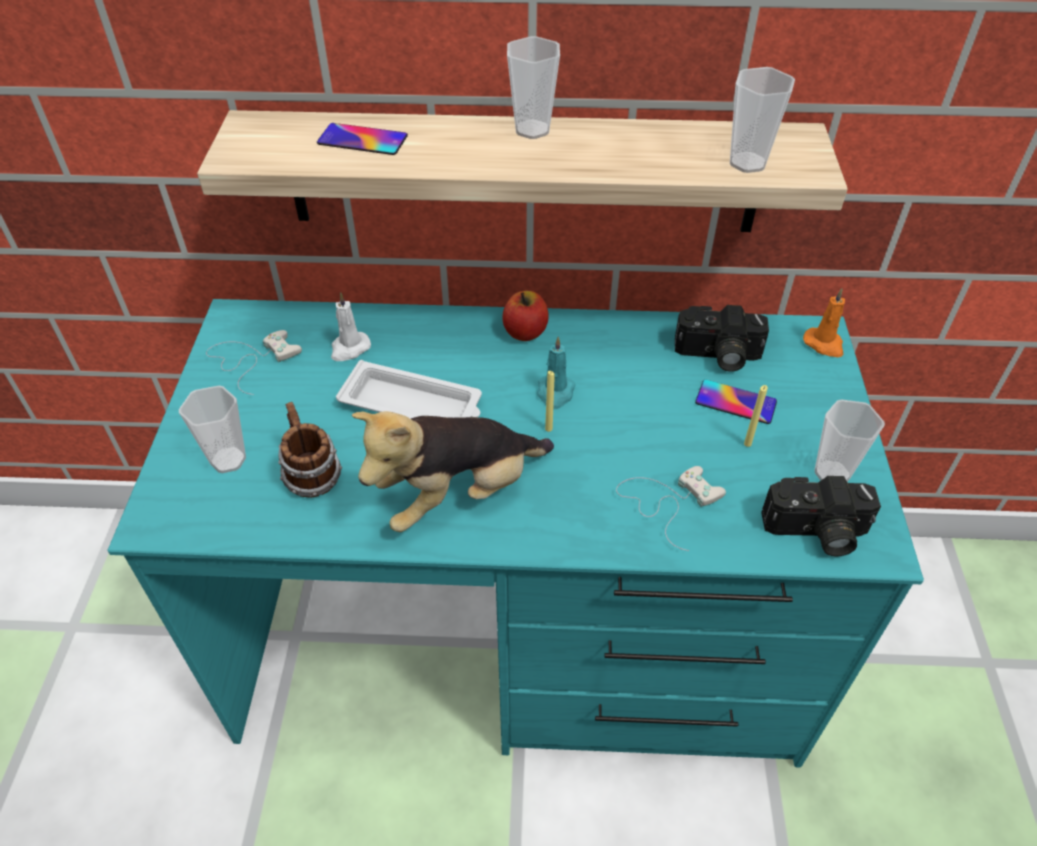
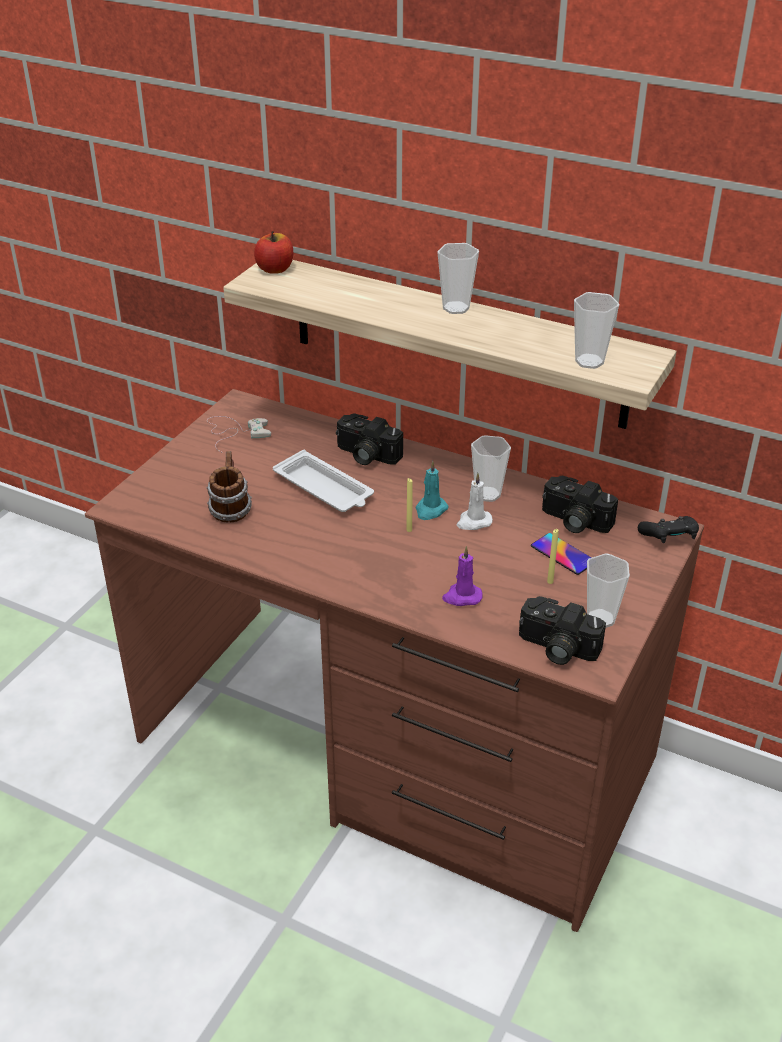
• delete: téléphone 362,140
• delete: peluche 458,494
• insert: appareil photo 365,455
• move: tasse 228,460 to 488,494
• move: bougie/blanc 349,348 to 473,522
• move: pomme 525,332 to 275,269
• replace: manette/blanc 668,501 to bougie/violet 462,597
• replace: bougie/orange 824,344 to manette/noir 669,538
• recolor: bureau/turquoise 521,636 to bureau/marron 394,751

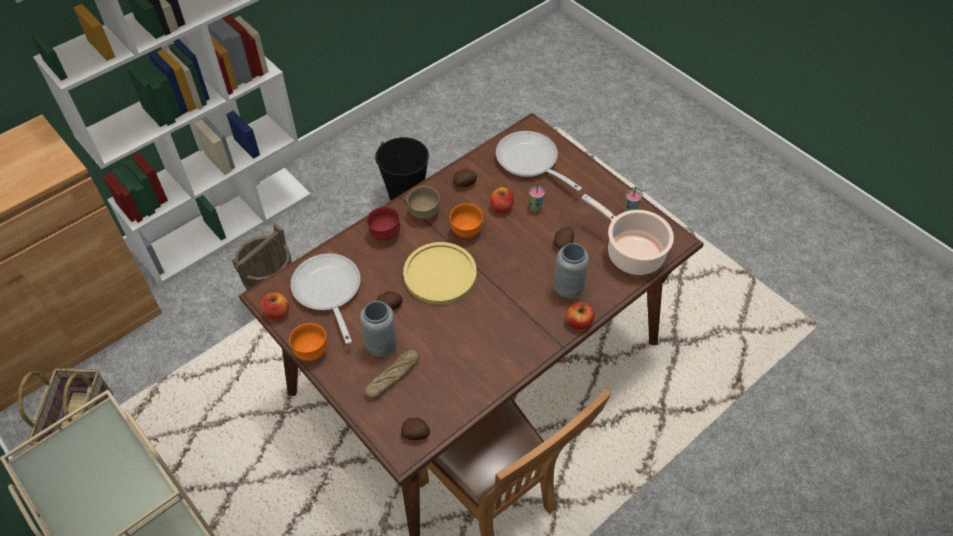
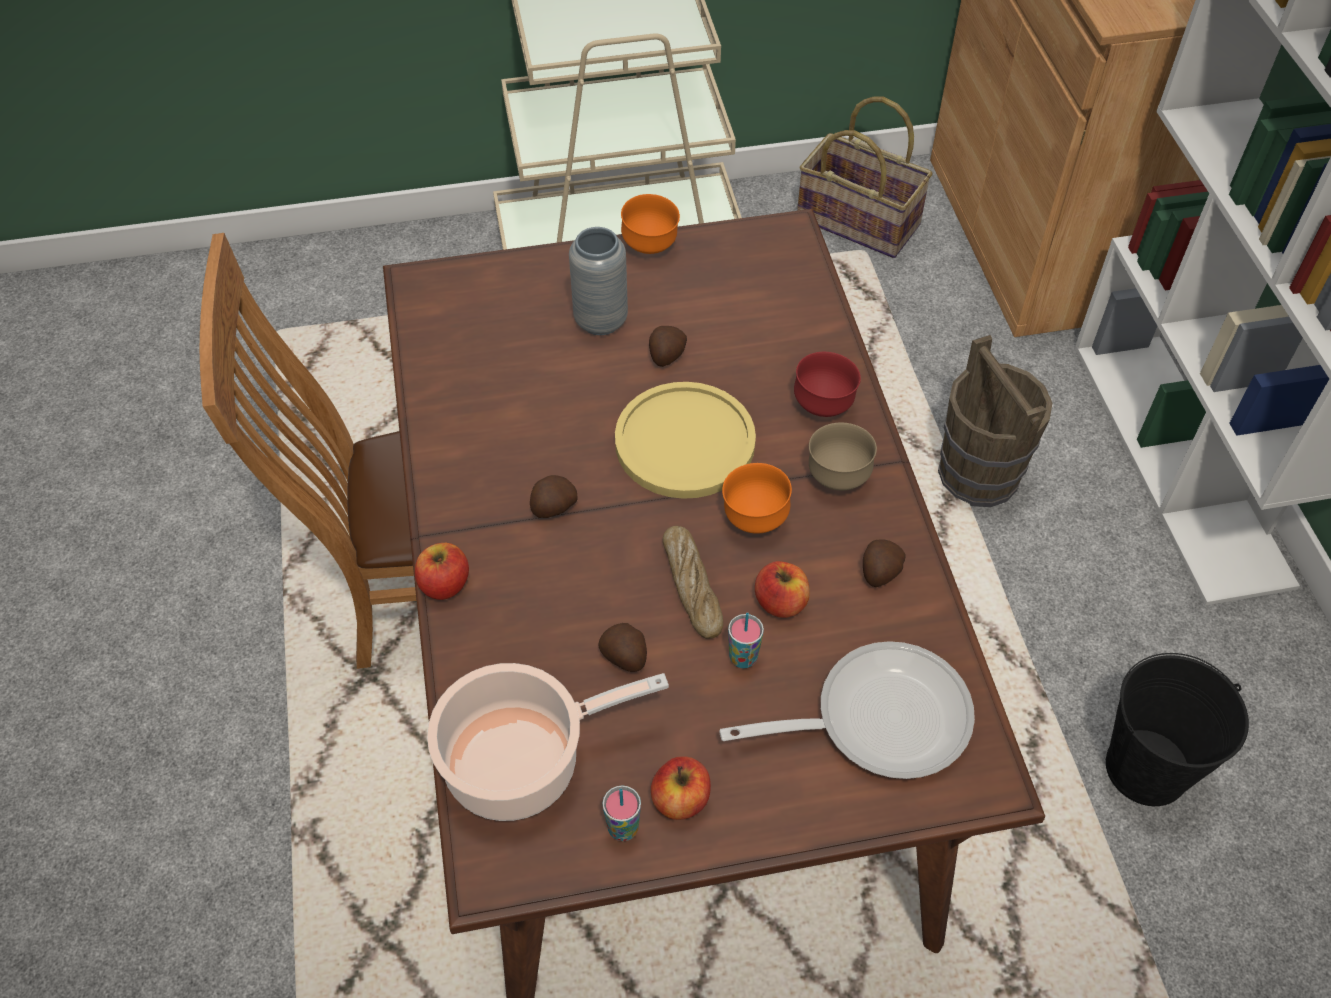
• delete: poêle 328,292
• delete: vase/gris 568,289
• move: pomme 277,312 to 681,800
• move: pain 393,377 to 692,587
• move: pomme de terre 416,434 to 553,507

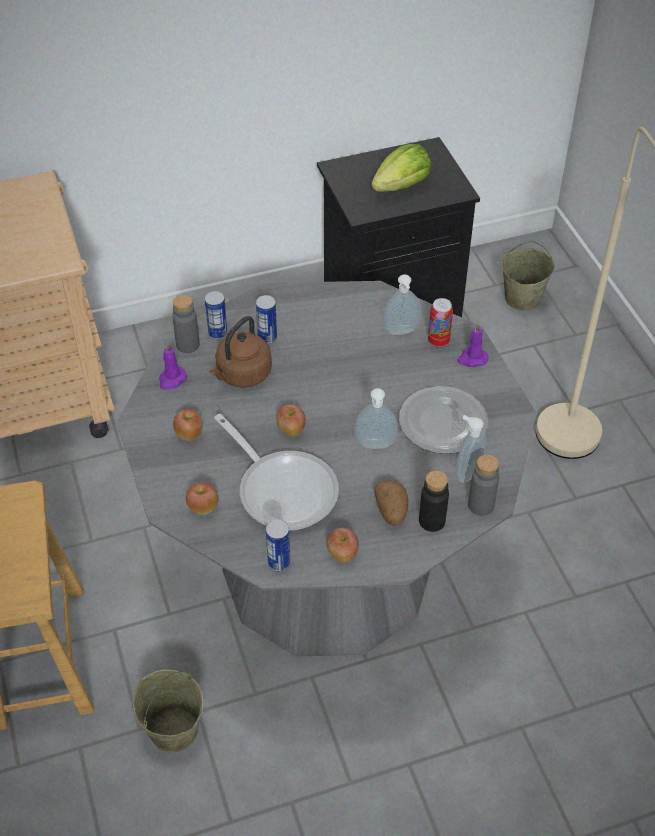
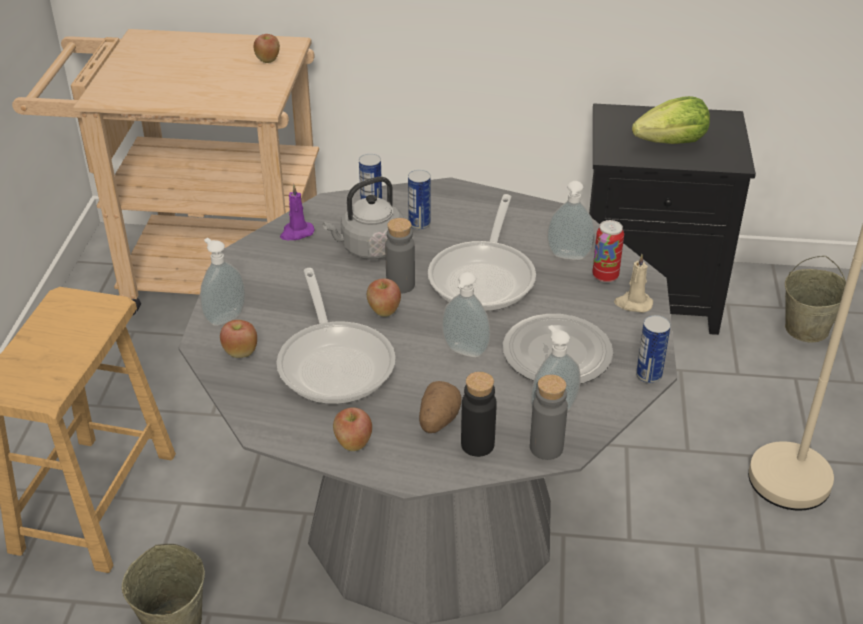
• insert: distributeur de savon 224,317
• insert: poêle 485,276
• move: bouteille/gris 188,345 to 400,285
• move: pomme 189,434 to 268,60
• move: boîte métallique 279,563 to 648,375
• recolor: bouilloire/marron 242,375 to bouilloire/gris 369,248
• recolor: bougie/violet 472,359 to bougie/beige 633,304

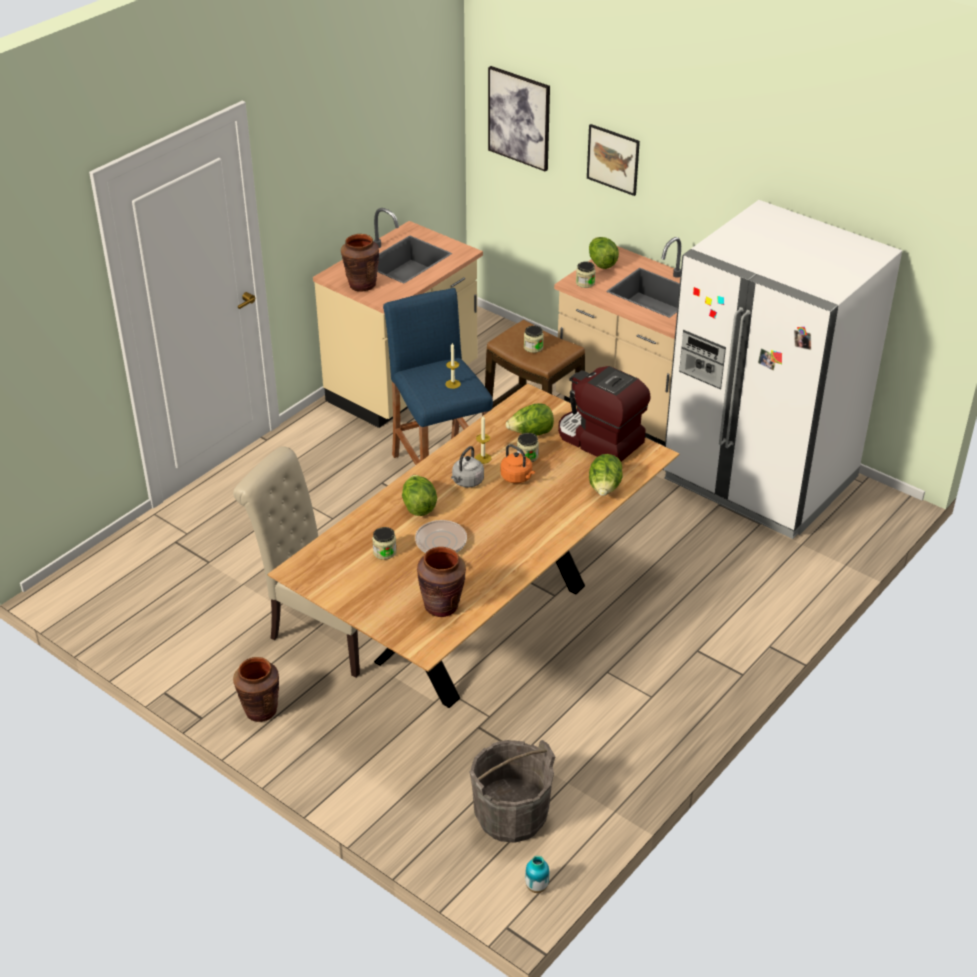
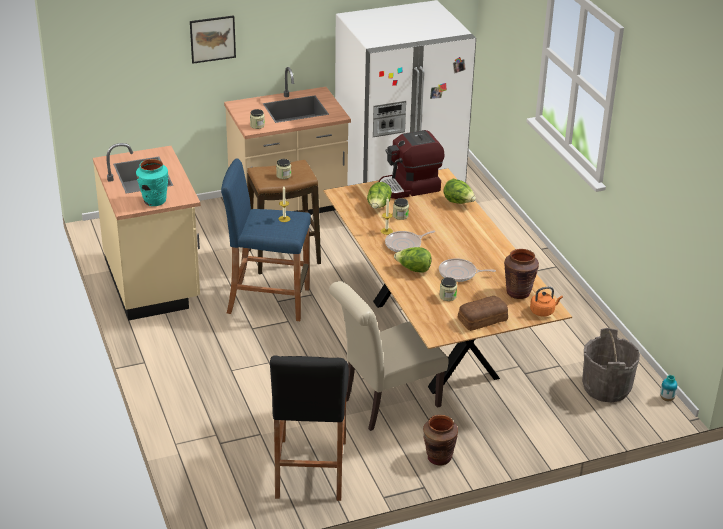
• delete: tableau 519,118
• delete: laitue 601,263
• insert: tabouret/noir 310,469
• insert: pain 481,319
• move: bouilloire/orange 517,478 to 543,311
• replace: bouilloire/gris 467,482 to poêle 405,244
• recolor: vase/marron 362,285 to vase/turquoise 154,201

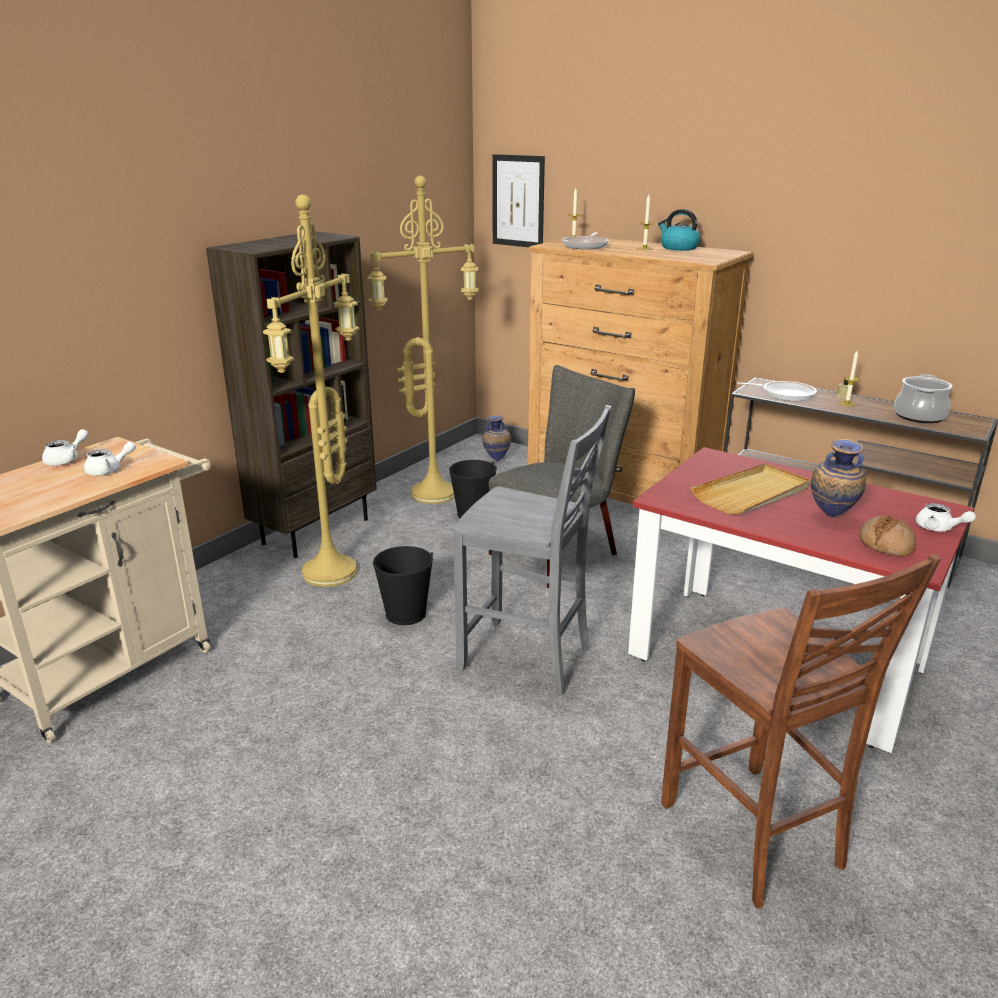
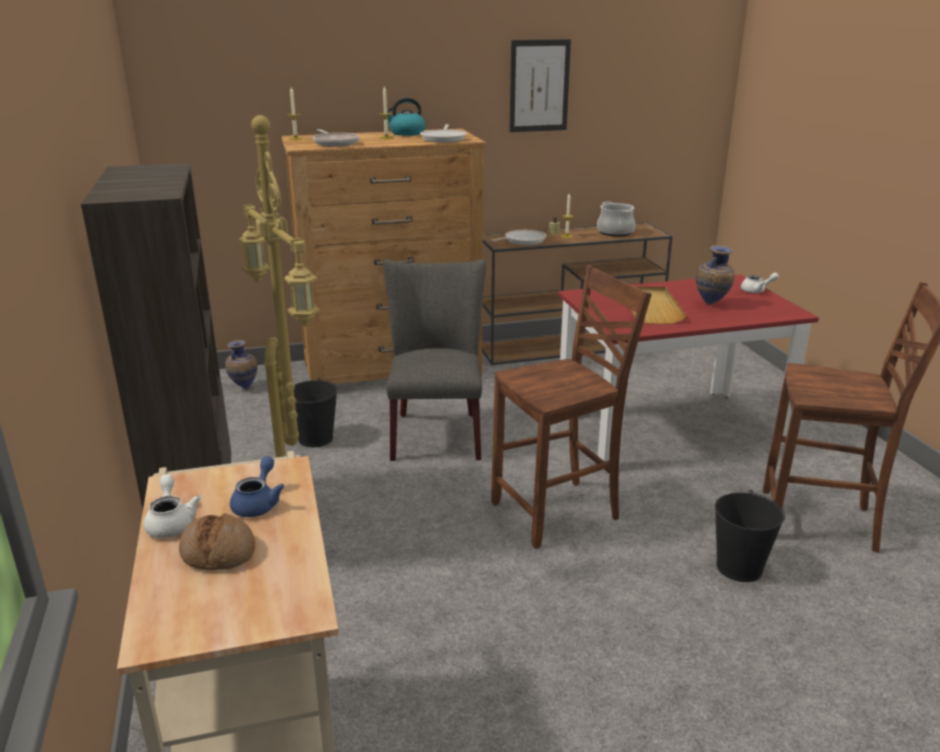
• delete: lampadaire/jaune 434,492
• insert: poêle 444,138
• move: seau/noir 405,613 to 738,567
• move: tableau 518,201 to 539,86
• move: pain 886,544 to 218,552
• recolor: théière/blanc 109,470 to théière/bleu 258,503
• recolor: chaise/gris 527,659 to chaise/marron 559,512

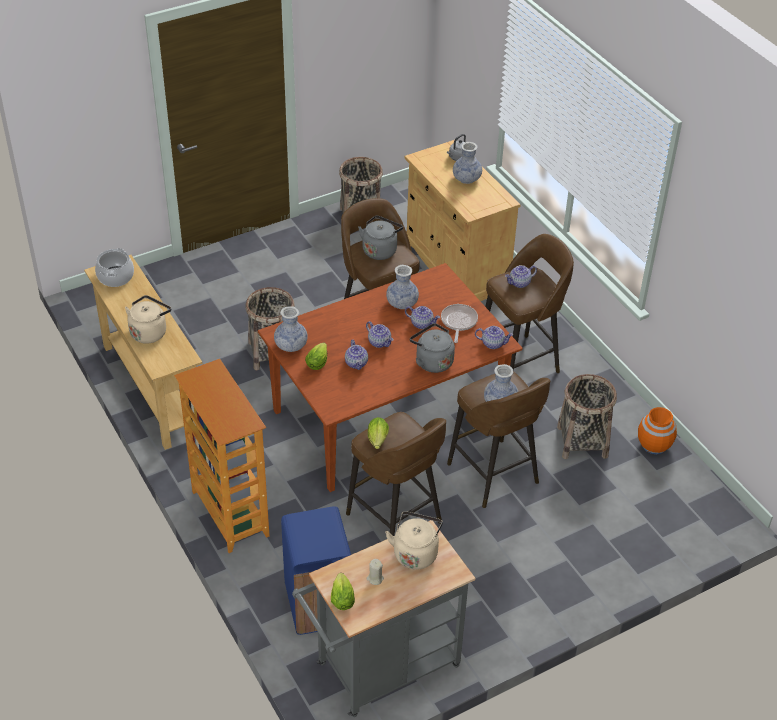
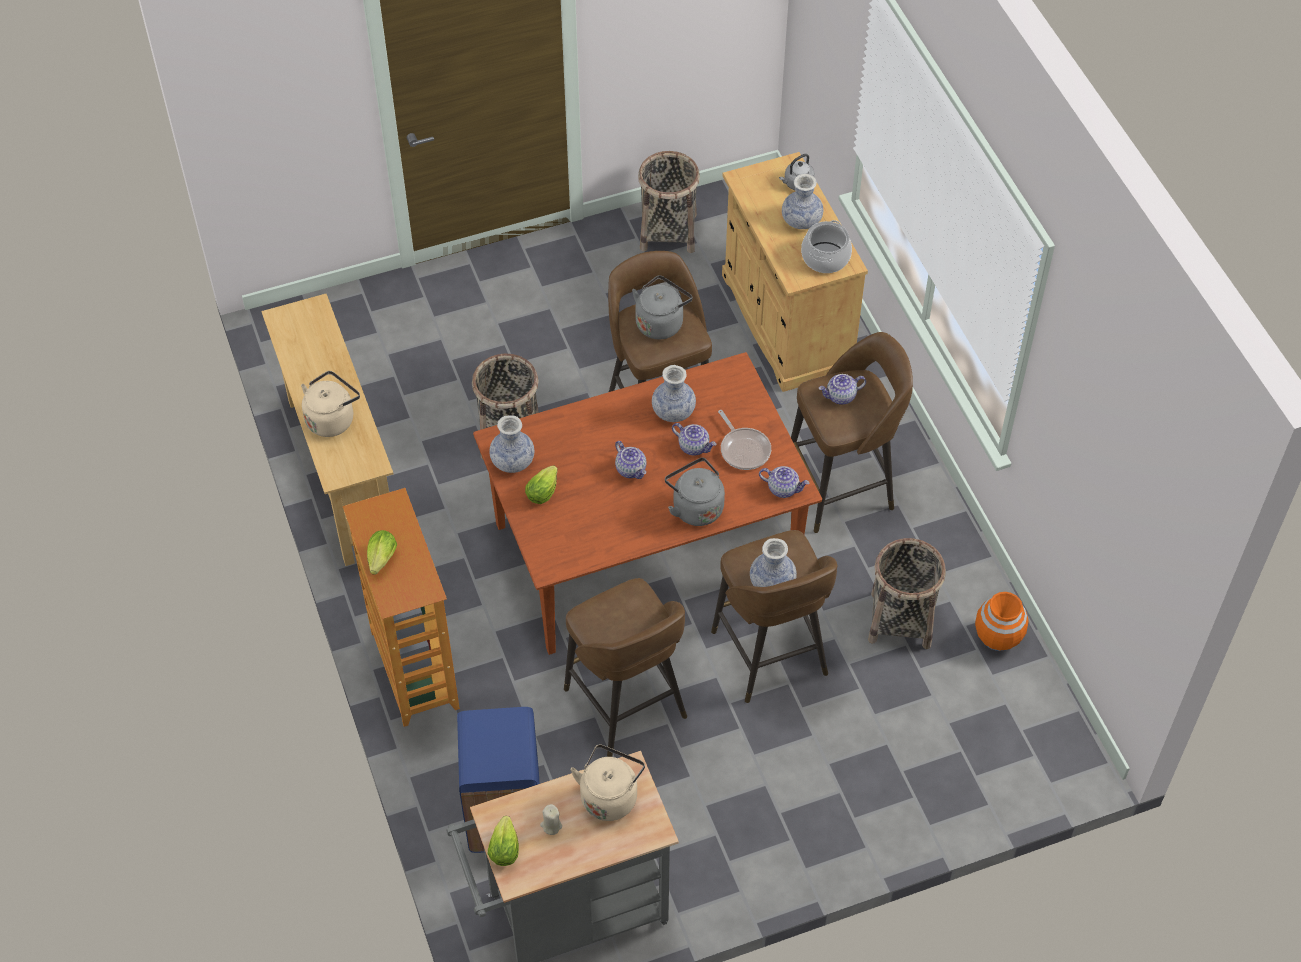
• delete: théière 356,363
• move: marmite 116,277 to 826,258
• move: laitue 377,441 to 381,561
• rotate: poêle 458,322 = 744,449 135 degrees clockwise

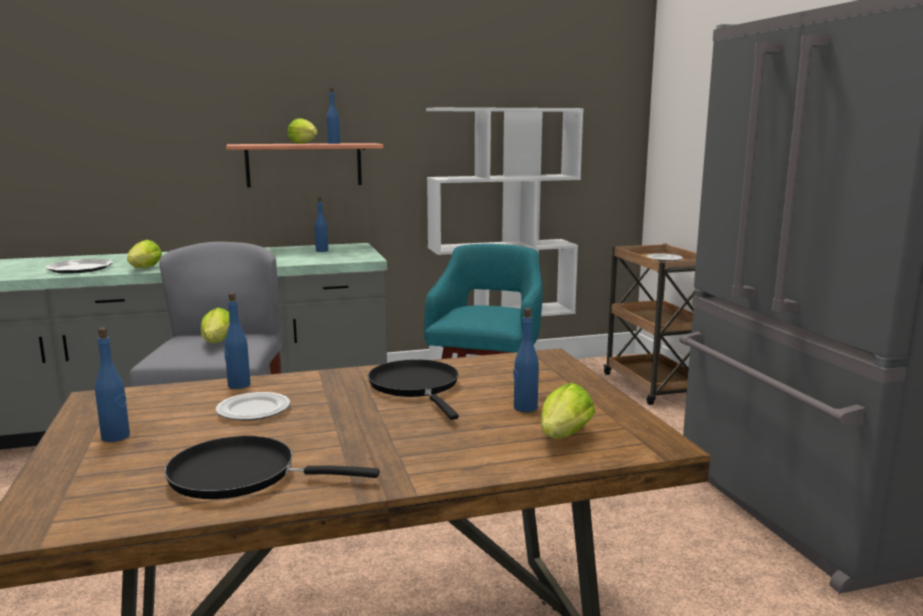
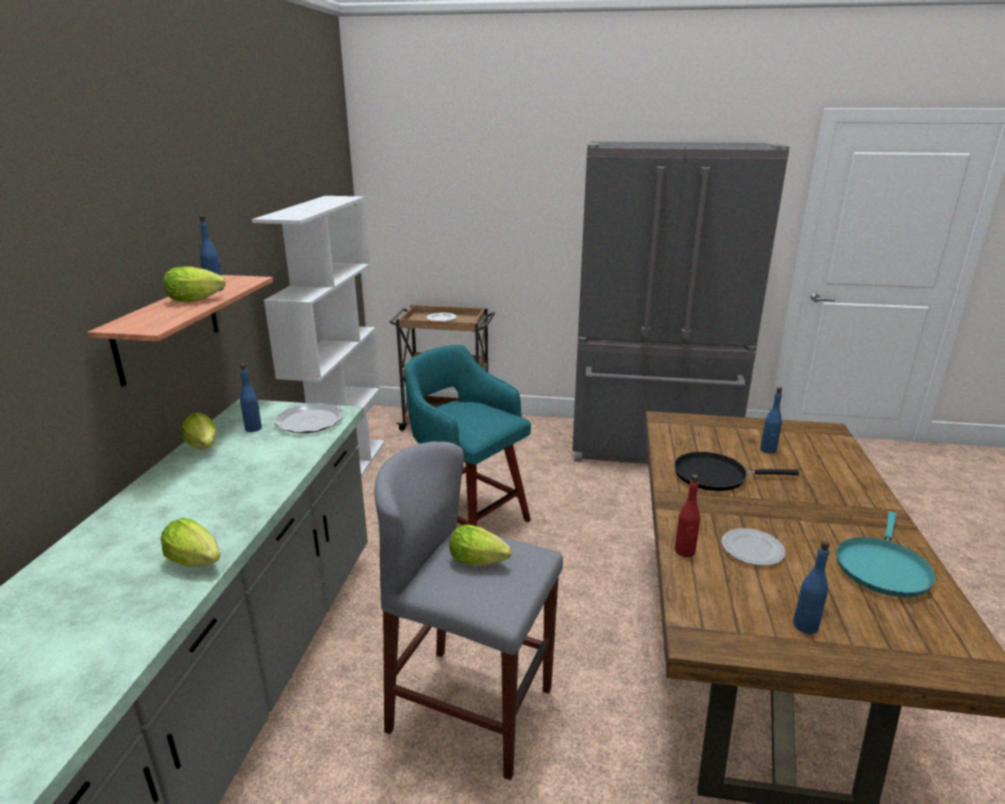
• move: assiette 80,268 to 309,421
• move: laitue 562,438 to 204,448
• recolor: poêle/noir 242,475 to poêle/turquoise 882,567
• recolor: bouteille/bleu 238,385 to bouteille/rouge 685,551

